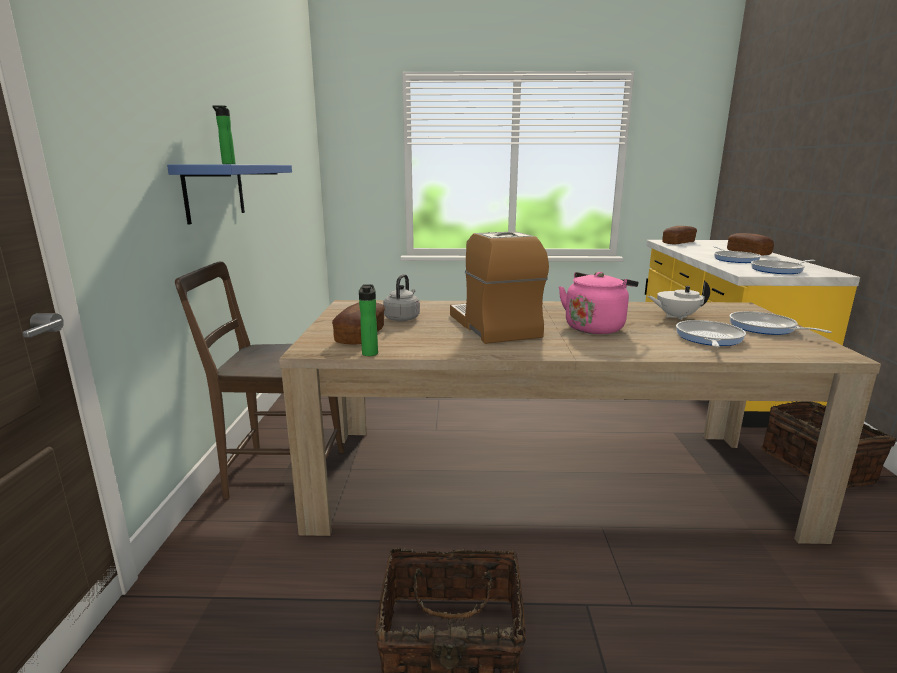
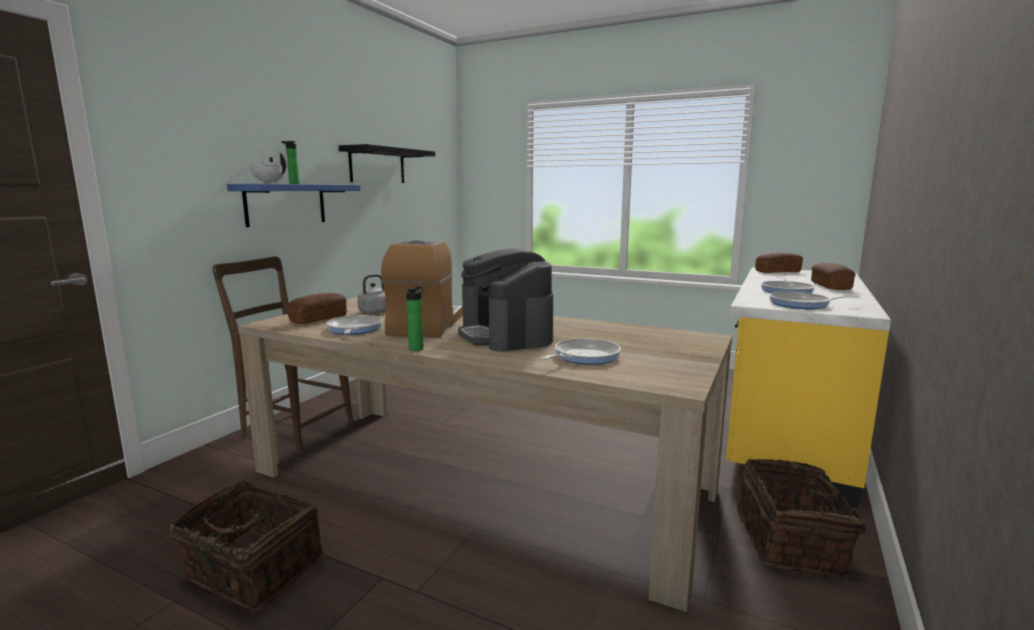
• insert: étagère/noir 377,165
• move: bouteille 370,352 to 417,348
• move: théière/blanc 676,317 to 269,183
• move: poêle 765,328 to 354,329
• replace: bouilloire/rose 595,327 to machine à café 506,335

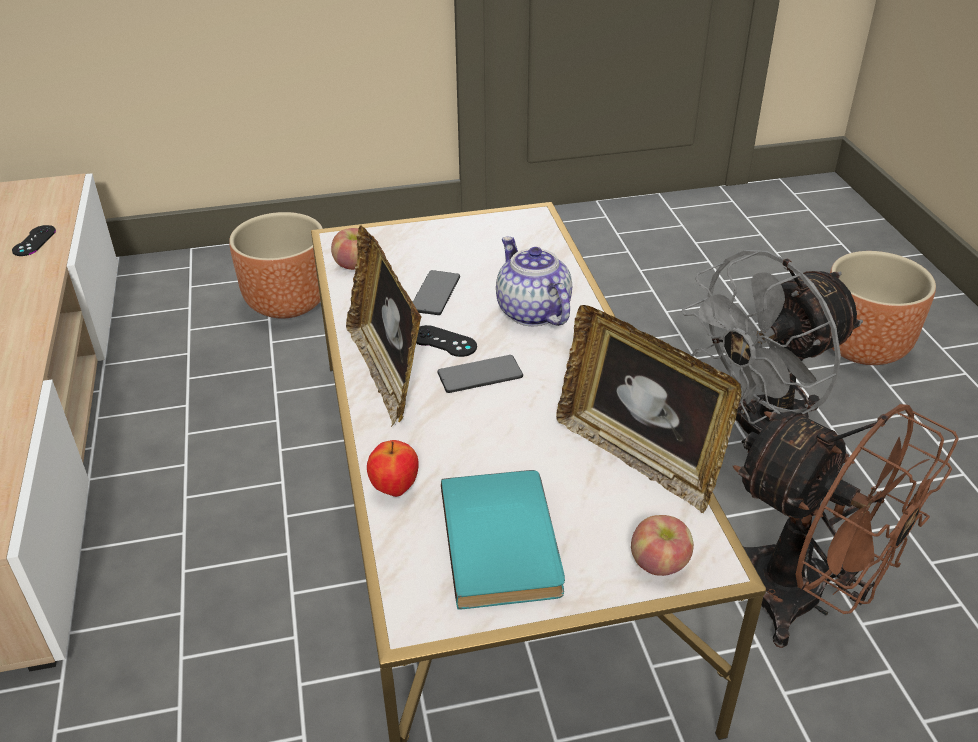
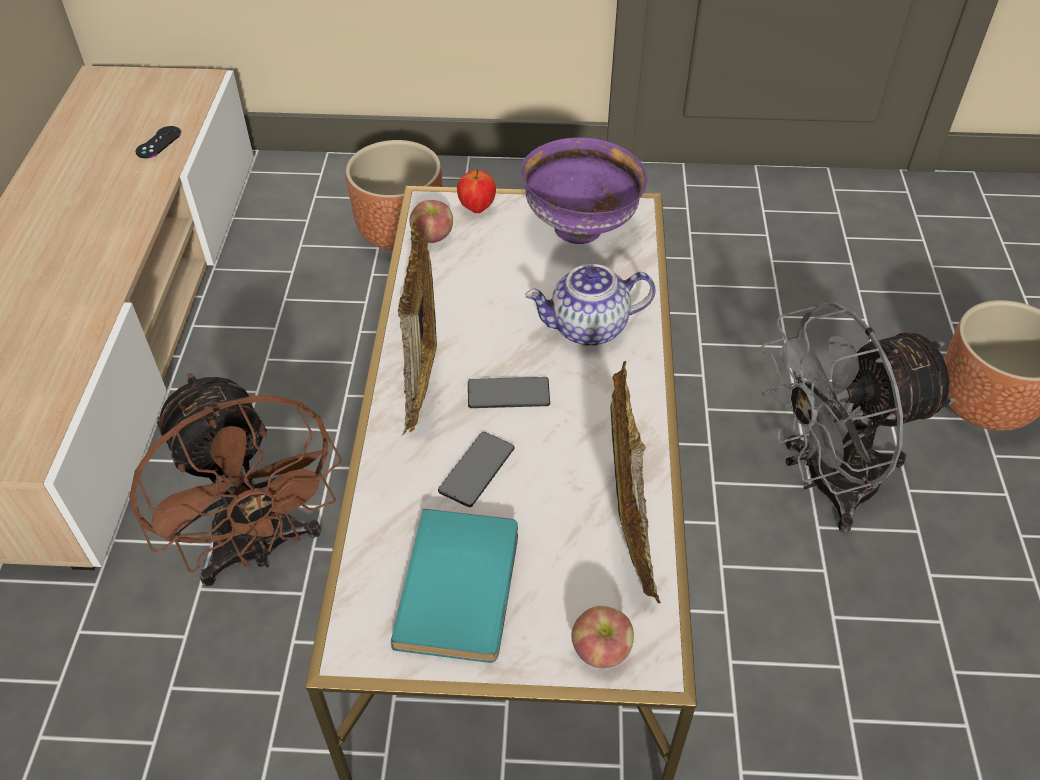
• delete: manette/noir 443,341
• insert: bol/violet 580,228
• move: pomme 394,488 to 477,208
• move: téléphone 435,294 to 476,470
• move: ventilateur/marron 803,601 to 259,549
• rotate: théière 531,311 = 588,328 90 degrees counterclockwise
• rotate: cadre photo 638,456 = 629,524 150 degrees counterclockwise

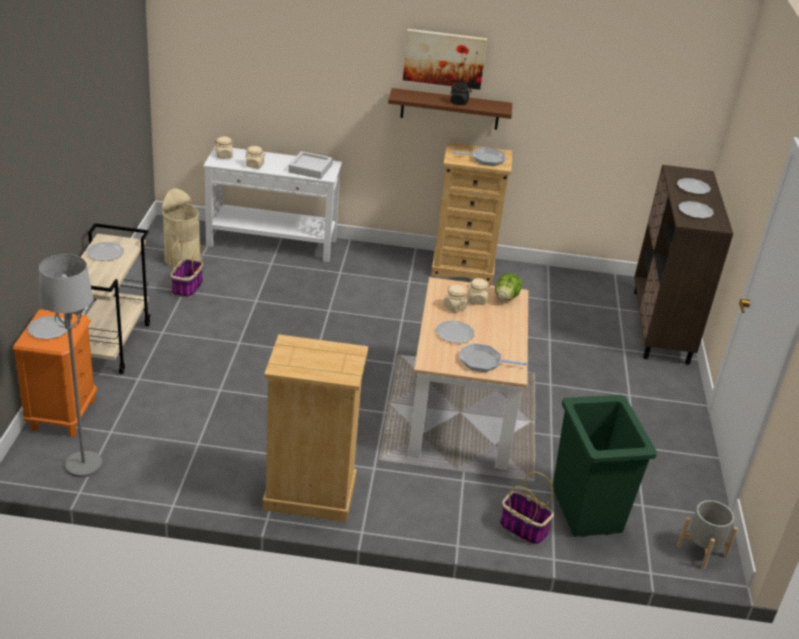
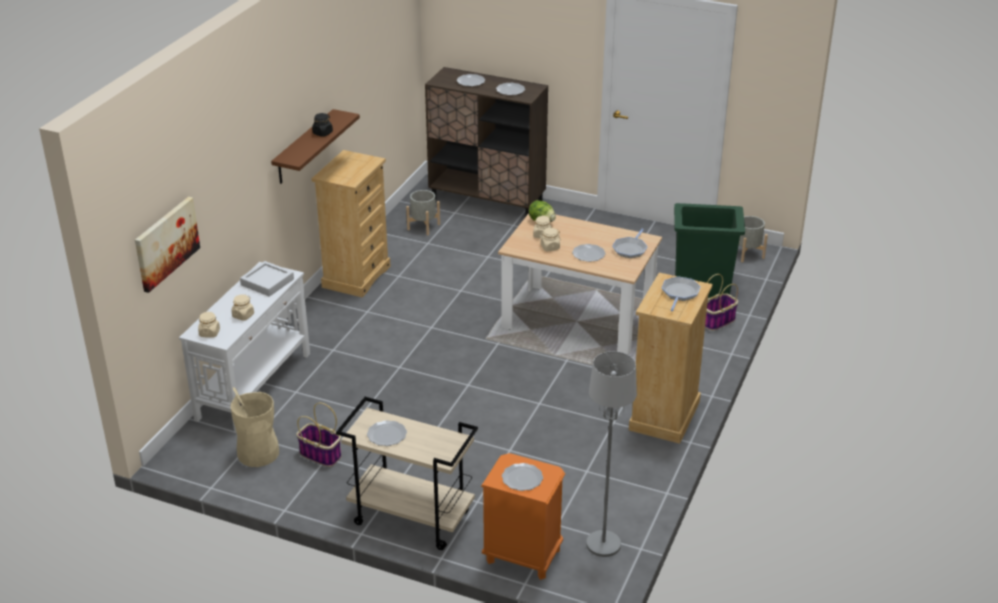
• insert: cache-pot/gris 423,227
• move: tableau 444,58 to 166,243
• move: poêle 486,159 to 680,293

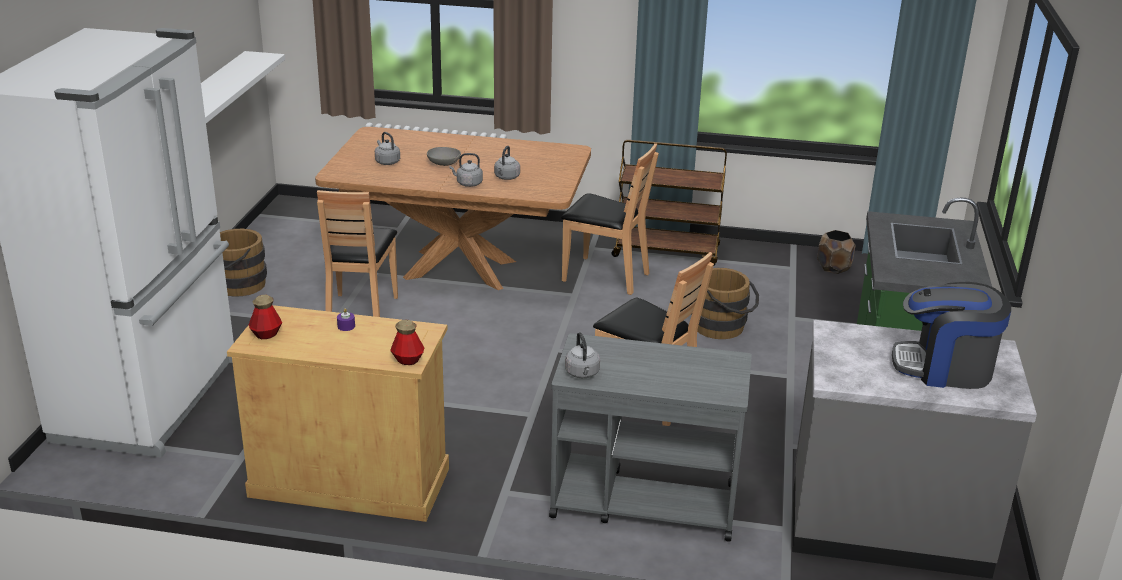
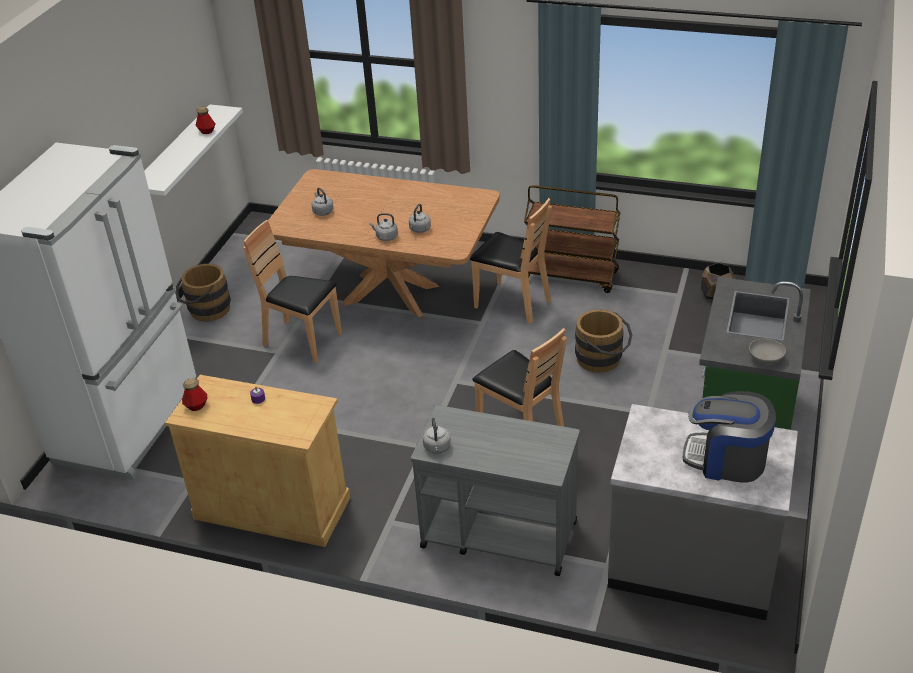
• move: bouteille 407,360 to 207,131
• move: bol/gris 443,163 to 765,358
• rotate: chaise/marron 361,313 = 302,340 105 degrees clockwise

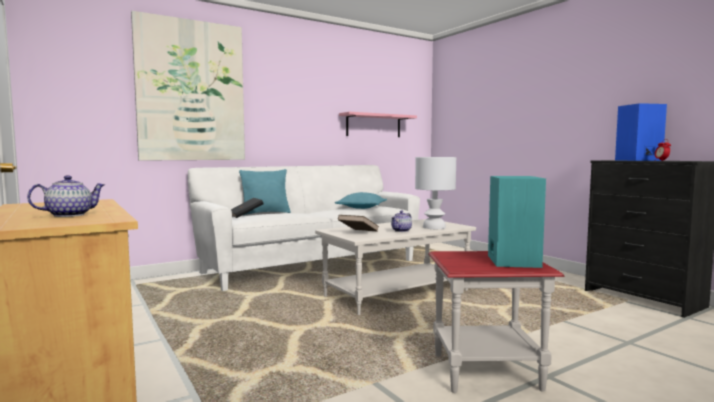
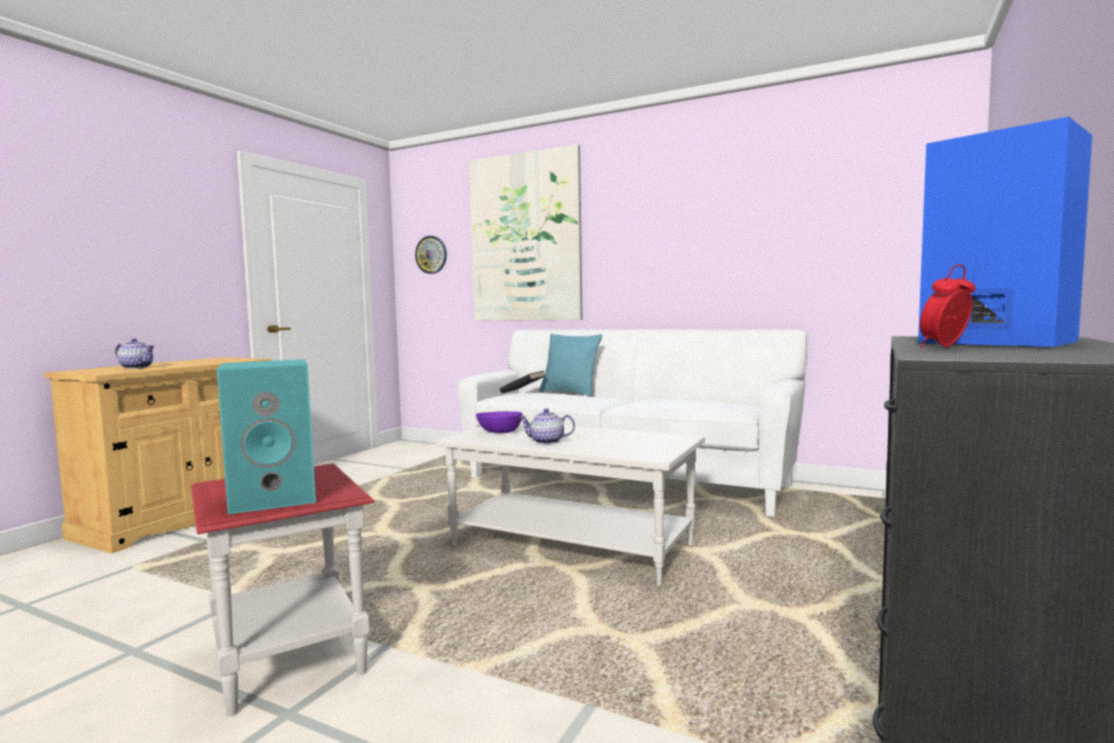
• delete: coussin/turquoise 361,208
• delete: étagère/rose 373,125
• delete: lampe de table/blanc 434,227
• insert: horloge murale 431,254
• replace: livre/marron 358,233 to bol/violet 500,432

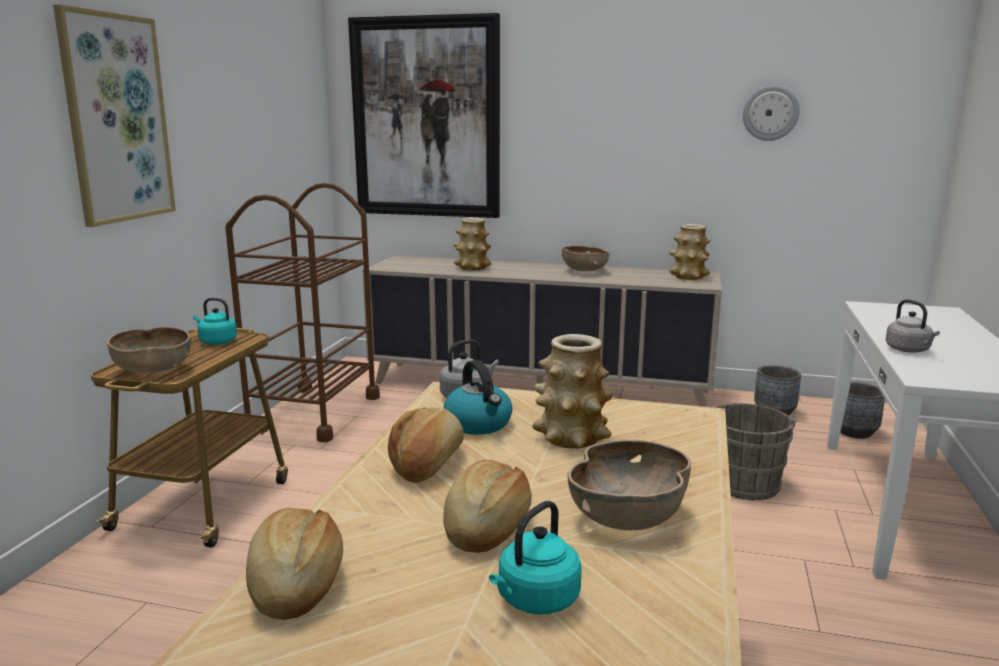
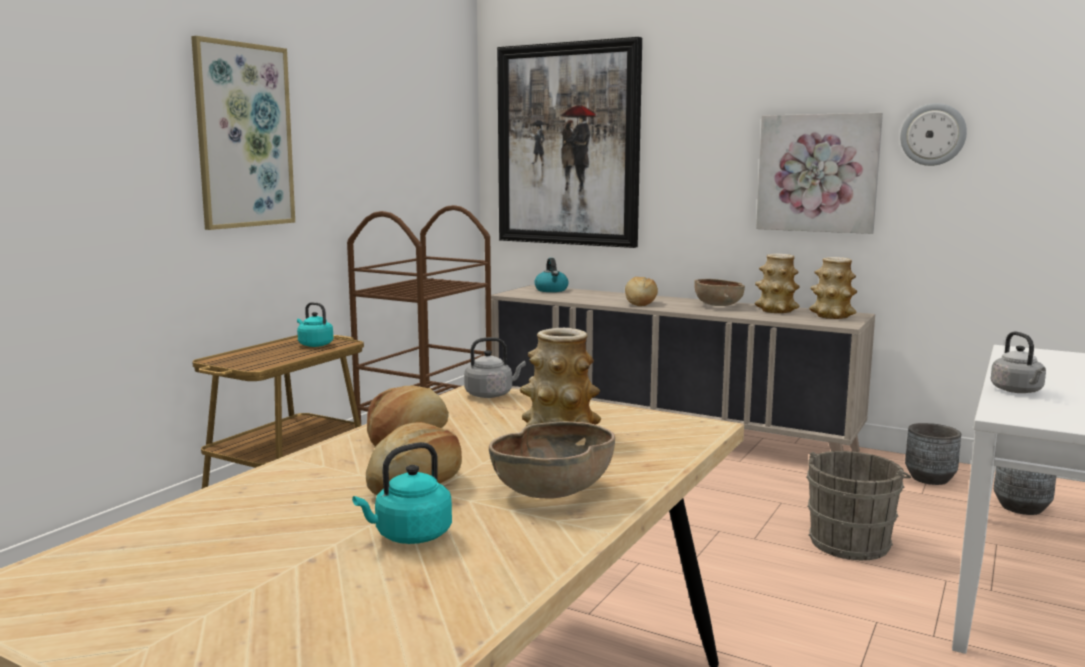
• delete: bol/marron 153,370
• insert: tableau 817,173
• move: pain 295,584 to 639,303
• move: bouilloire 479,424 to 551,290
• move: vase 472,268 to 775,310

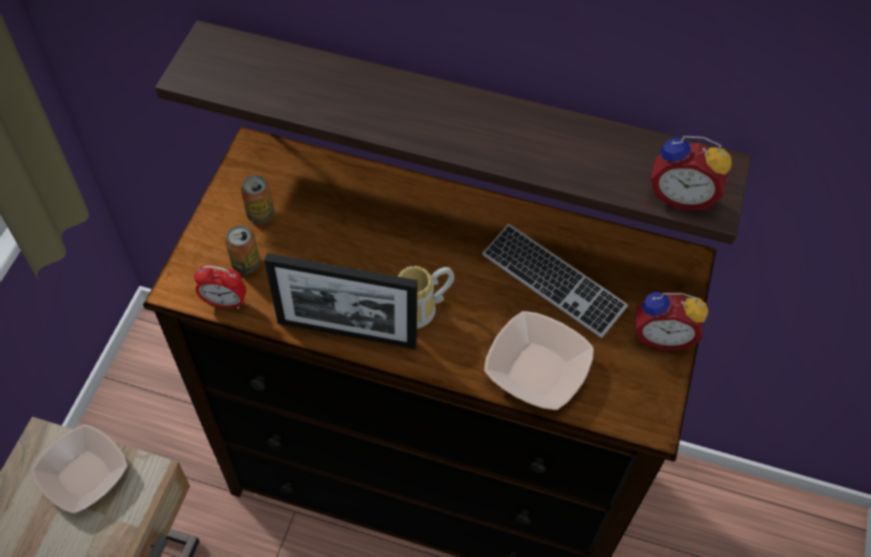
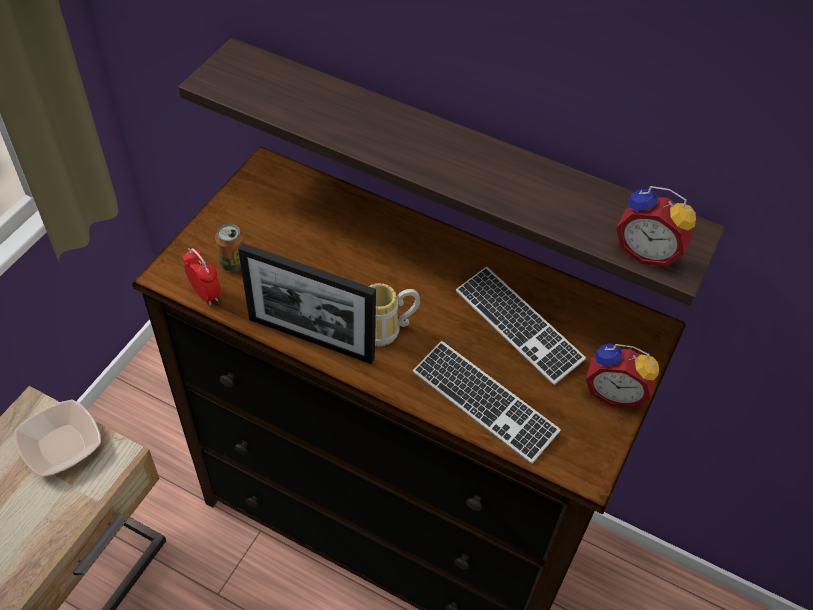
• delete: boîte métallique 260,214
• replace: bol 537,369 to clavier 484,403
• rotate: réveil 224,302 = 205,293 150 degrees counterclockwise

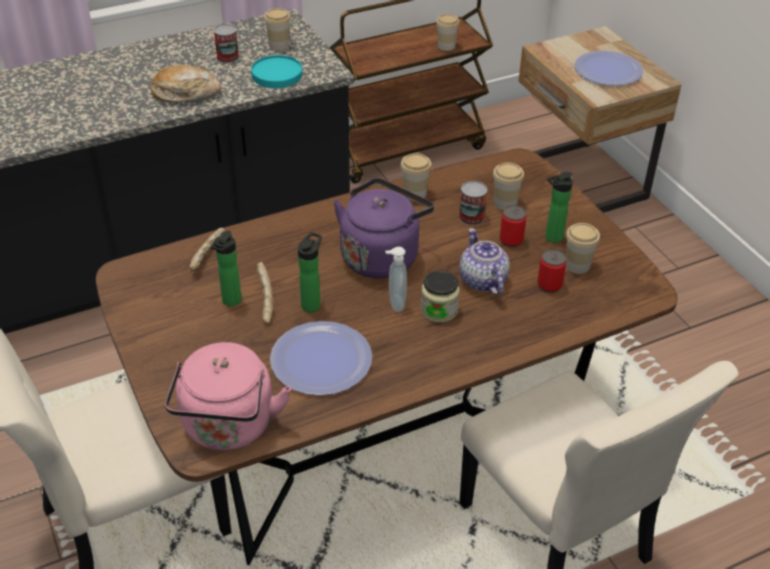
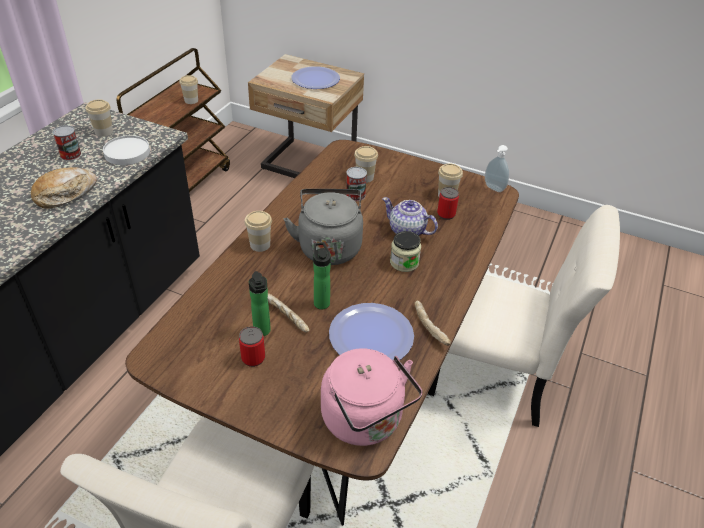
• delete: bouteille 551,238
• move: pain 208,255 to 431,327
• move: distributeur de savon 395,304 to 493,188
• move: tasse 414,193 to 260,245
• move: boîte métallique 511,240 to 253,358
• recolor: assiette/turquoise 277,74 to assiette/blanc 127,152
• recolor: bouilloire/violet 381,256 to bouilloire/gris 329,246

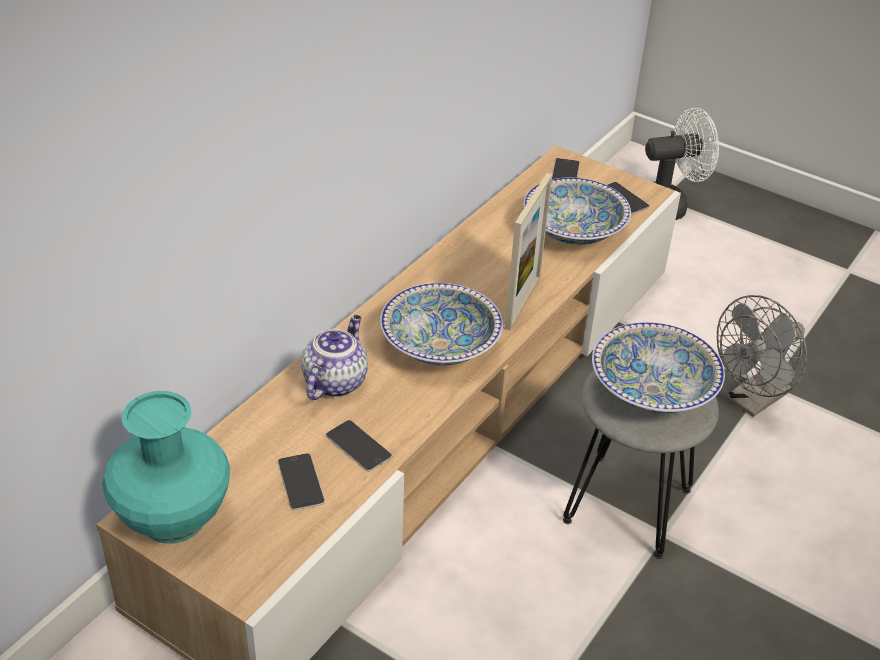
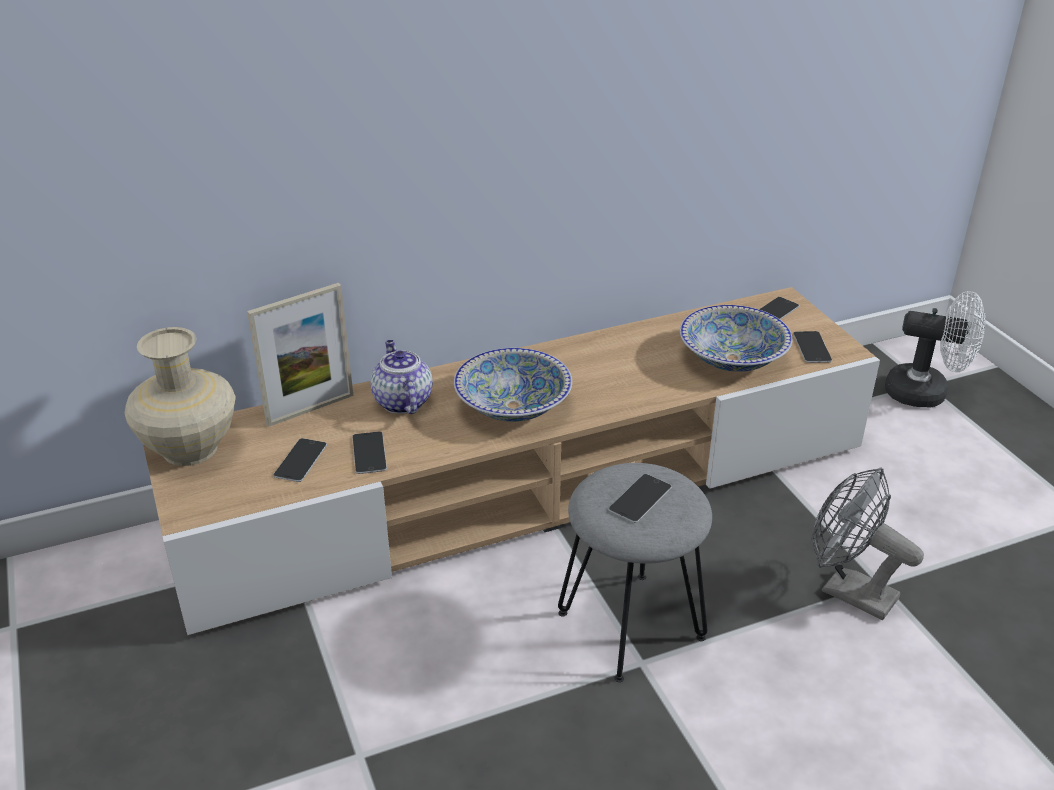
• move: cadre photo 522,303 to 310,409
• replace: bol 652,390 to téléphone 640,498
• recolor: vase/turquoise 174,518 to vase/beige 191,448
• rotate: théière 335,381 = 402,401 75 degrees counterclockwise
• rotate: ventilateur/gris 751,401 = 848,591 45 degrees clockwise

